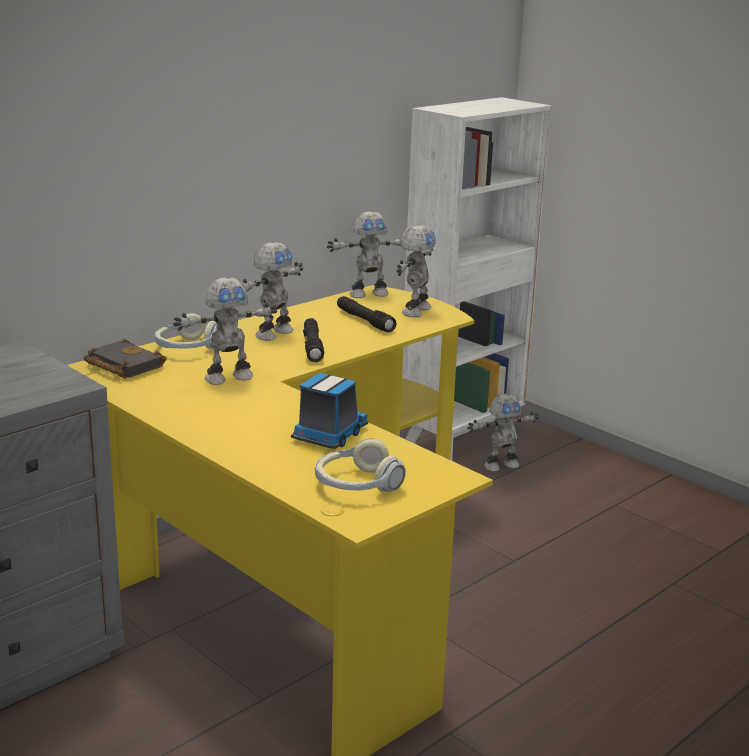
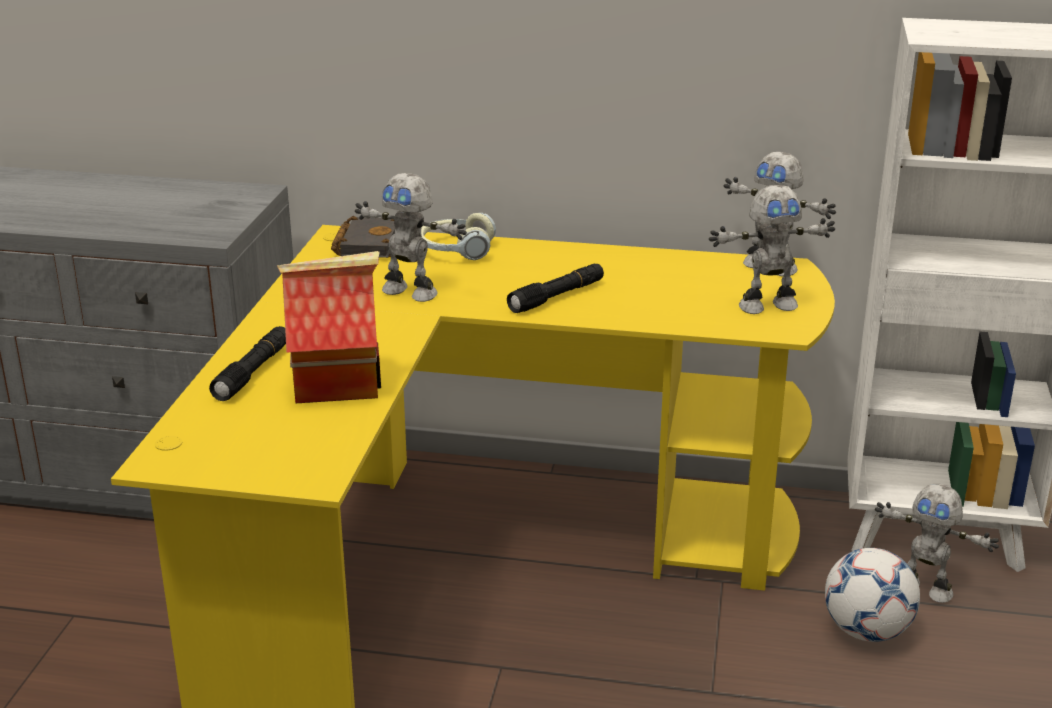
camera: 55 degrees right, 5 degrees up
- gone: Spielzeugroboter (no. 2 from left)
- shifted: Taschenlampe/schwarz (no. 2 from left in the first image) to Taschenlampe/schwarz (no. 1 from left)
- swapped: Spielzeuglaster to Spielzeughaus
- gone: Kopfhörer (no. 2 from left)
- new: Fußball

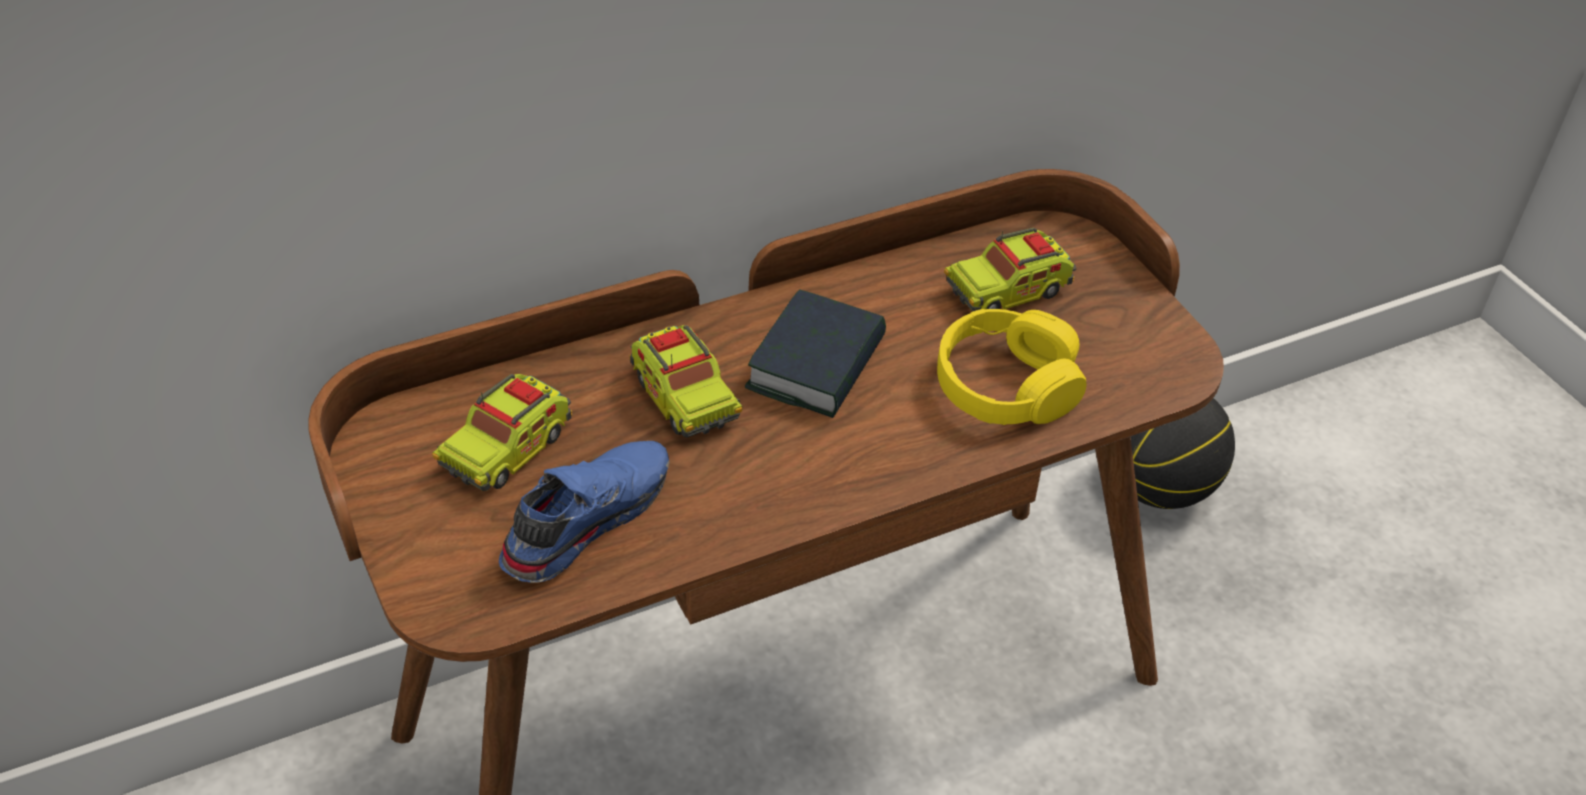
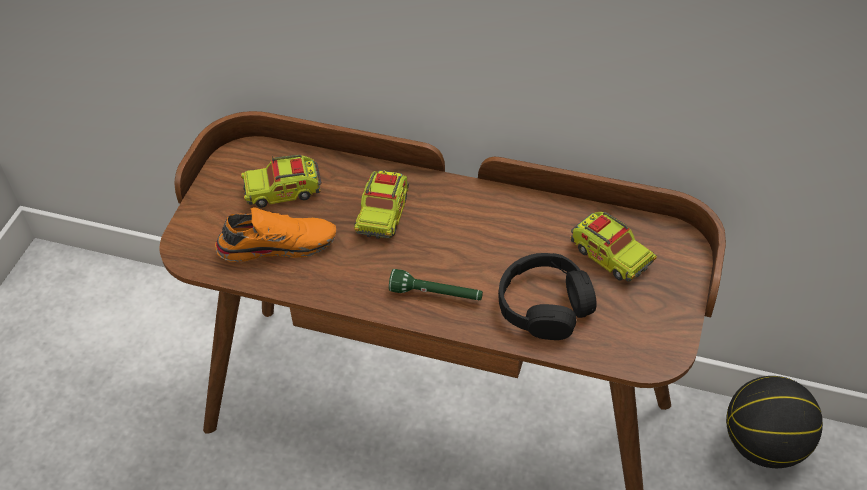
camera: 45 degrees right, 5 degrees up
- rotated: Spielzeuglaster (no. 3 from left) 150 degrees counterclockwise
- gone: Buch
- repainted: Kopfhörer/gelb to Kopfhörer/schwarz
- repainted: Schuh/blau to Schuh/orange
- new: Taschenlampe/grün

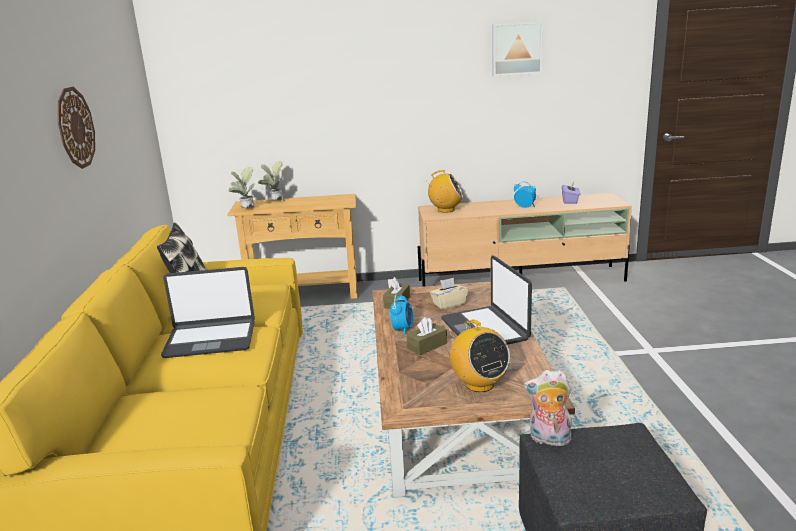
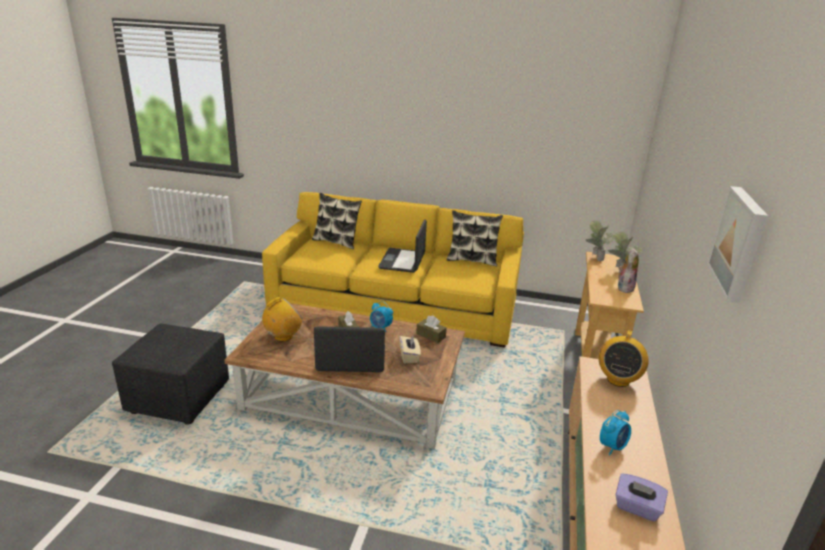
camera: 105 degrees right, 5 degrees up
- gone: Wanduhr
- rotated: Radio (no. 2 from left in the first image) 150 degrees clockwise
- shifted: Plüschtier
- new: Kissen (no. 1 from left)

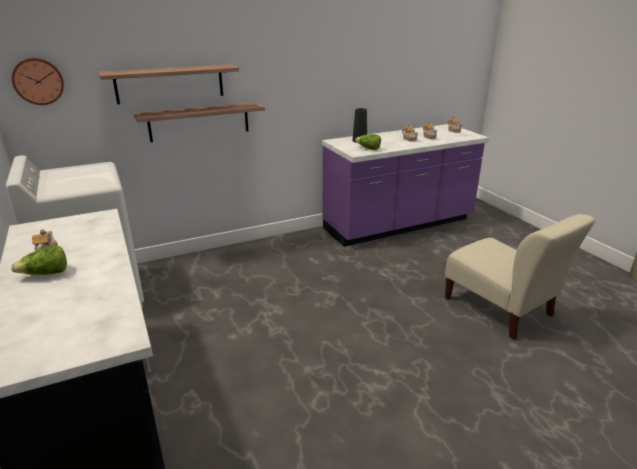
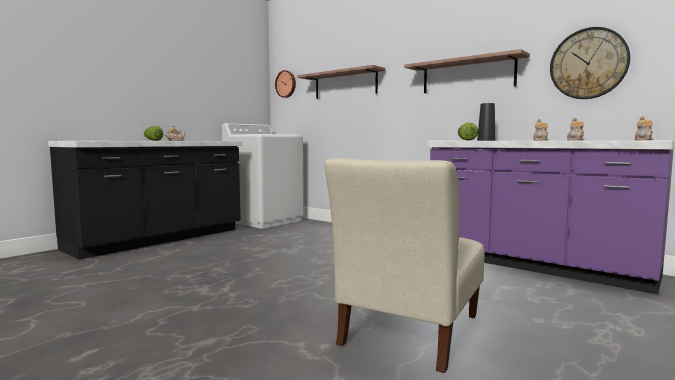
camera: 65 degrees right, 20 degrees down
- shifted: Wandregal (no. 2 from left)
- new: Wanduhr (no. 2 from left)

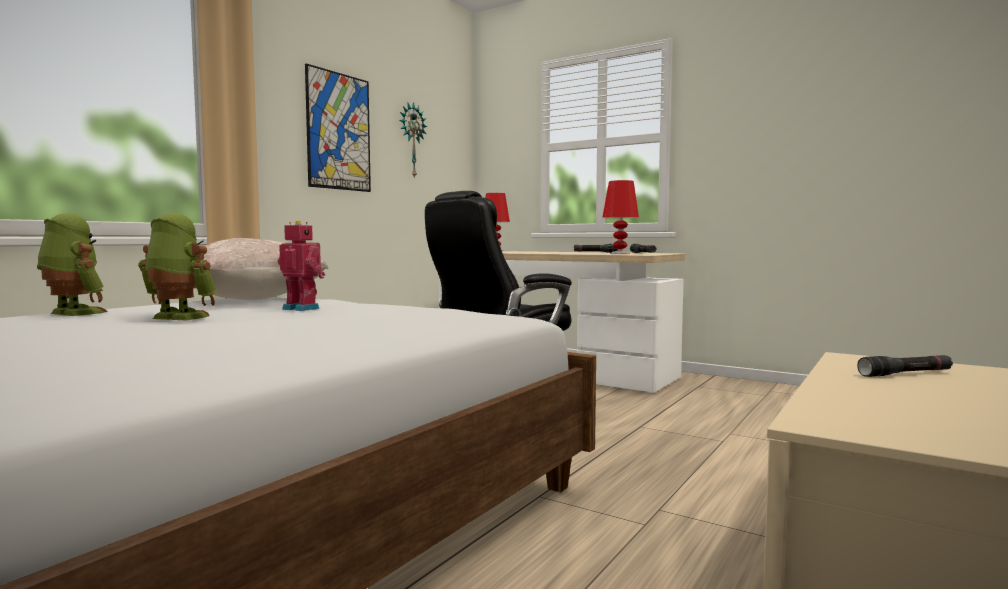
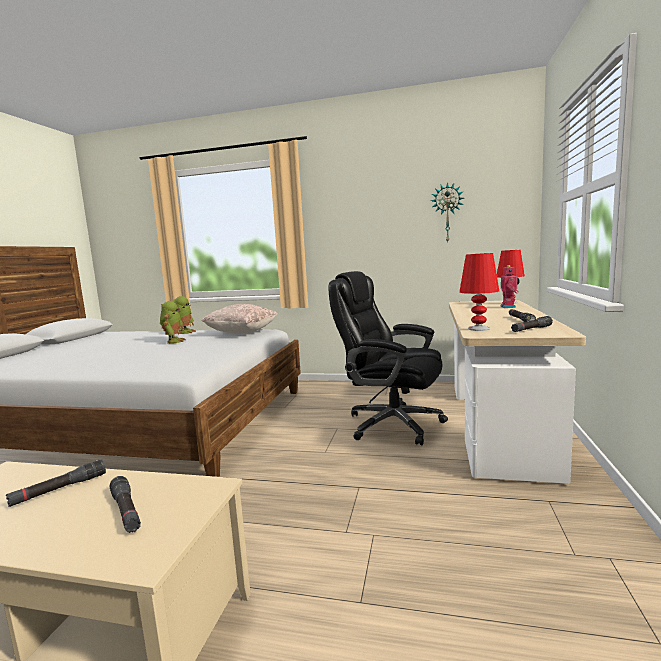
camera: 70 degrees right, 5 degrees up
- gone: Bild
- shifted: Spielzeugroboter (no. 3 from left)
- new: Taschenlampe/schwarz (no. 1 from left)

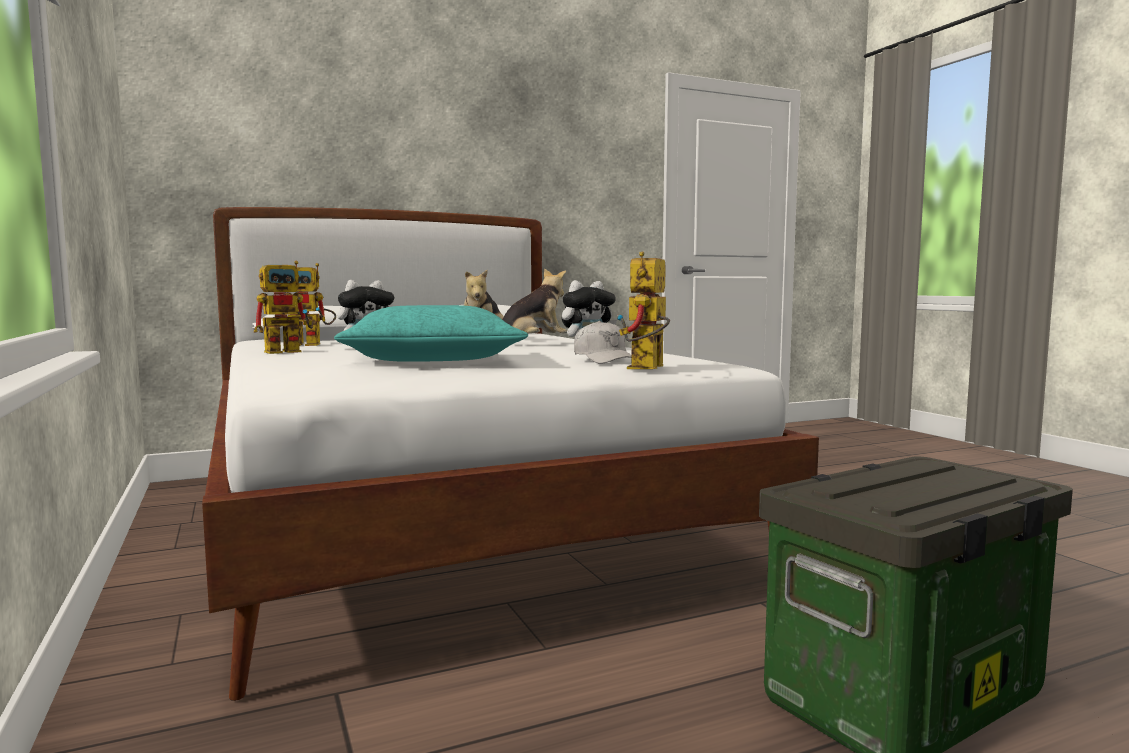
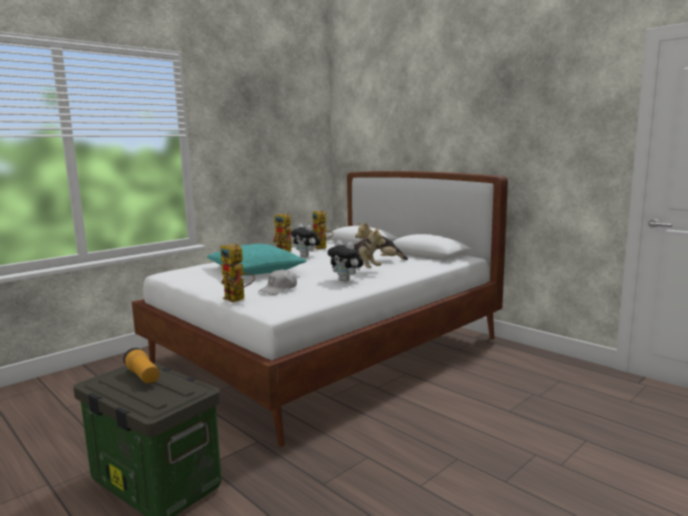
camera: 70 degrees right, 5 degrees up
- rotated: Spielzeugroboter (no. 3 from left in the first image) 135 degrees counterclockwise
- new: Taschenlampe

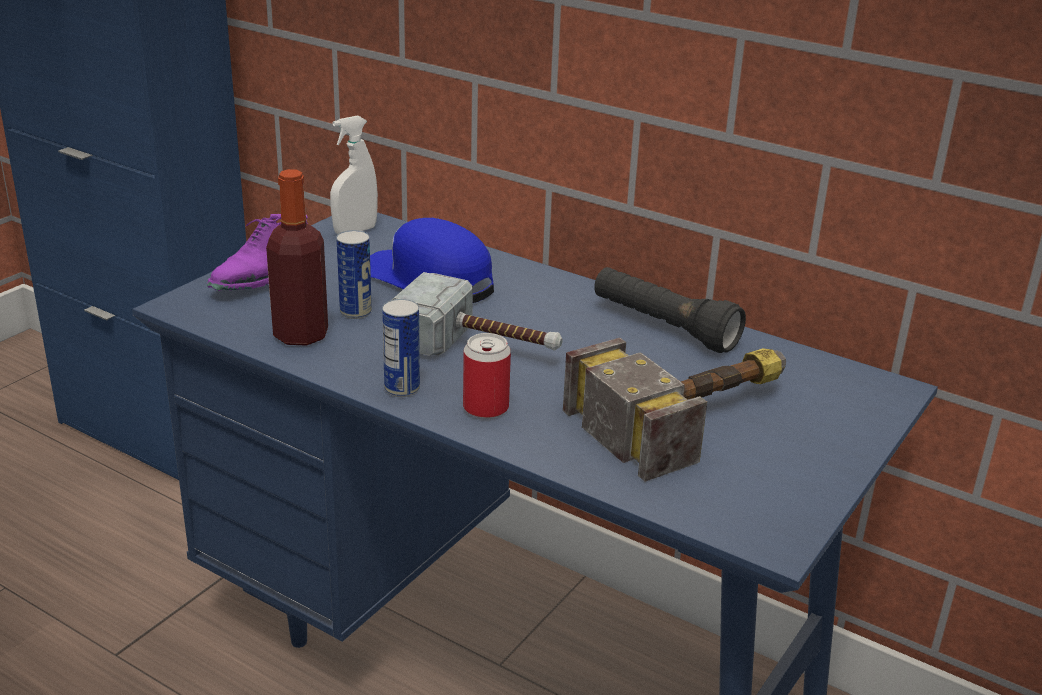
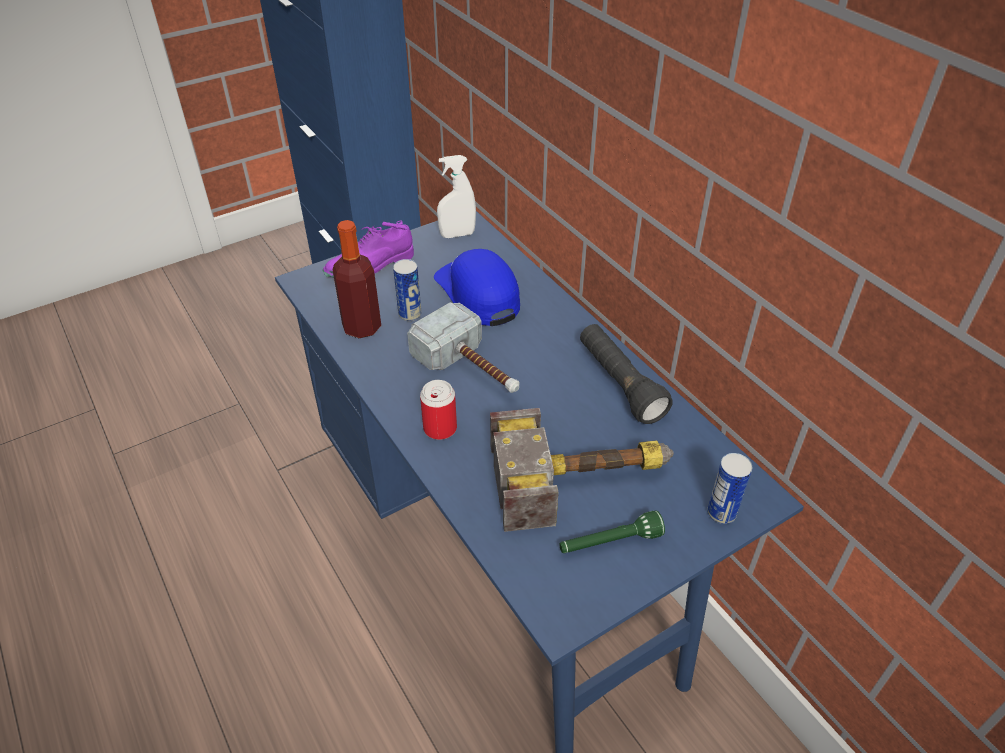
camera: 25 degrees right, 15 degrees up
- shifted: Dose (no. 2 from left in the first image) to Dose (no. 3 from left)
- new: Taschenlampe/grün

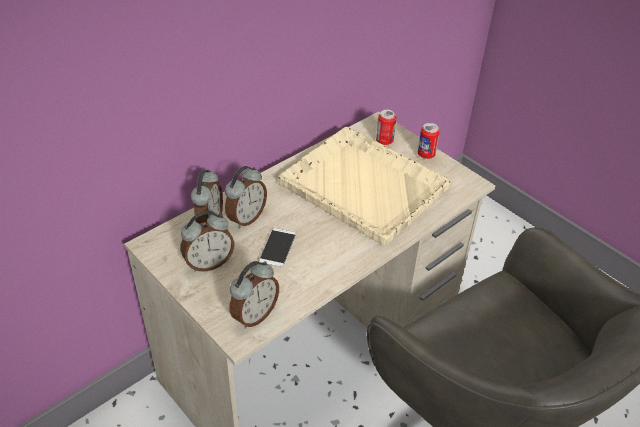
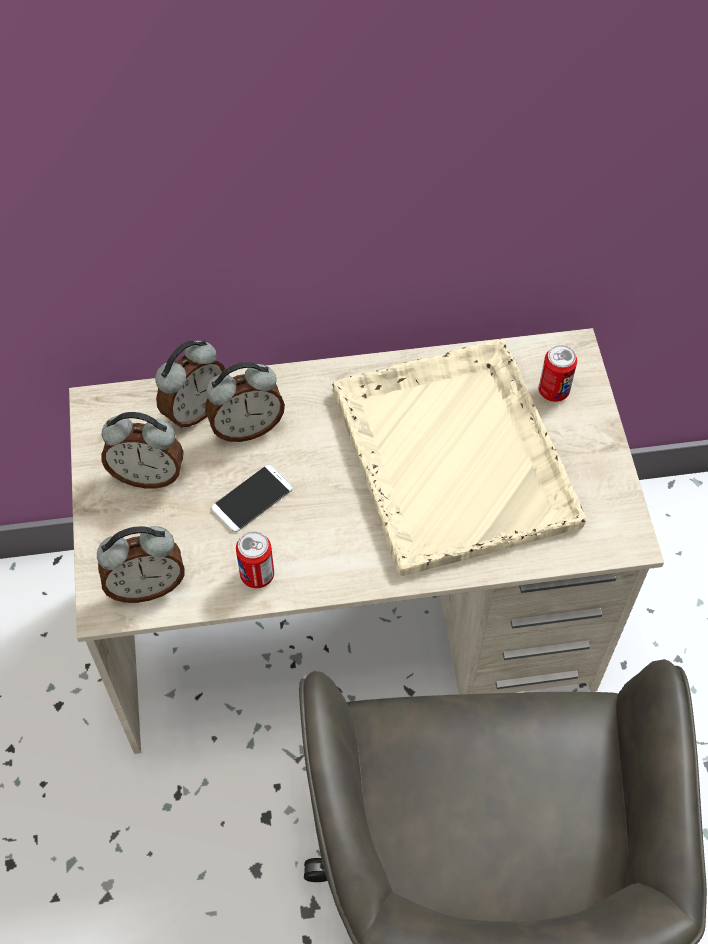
camera: 35 degrees right, 15 degrees up
- shifted: Dose (no. 2 from left in the first image) to Dose (no. 1 from left)

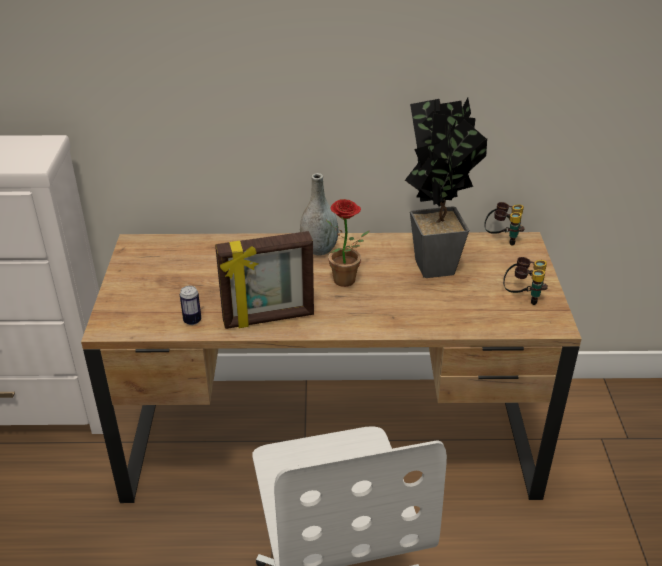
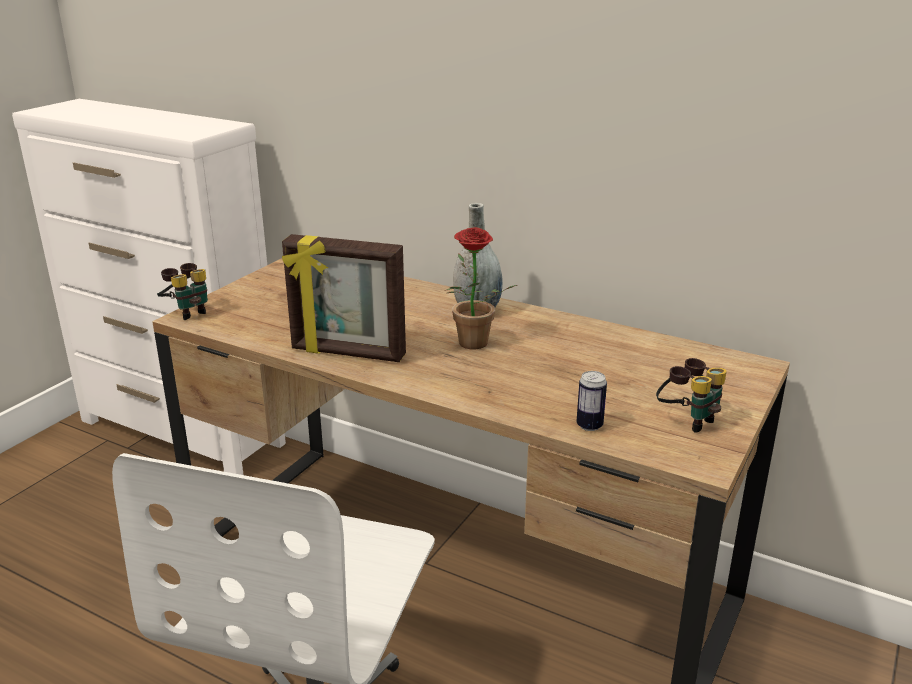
camera: 30 degrees right, 10 degrees down
- gone: Topfpflanze (no. 2 from left)
- shifted: Fernglas (no. 1 from left)
- shifted: Dose

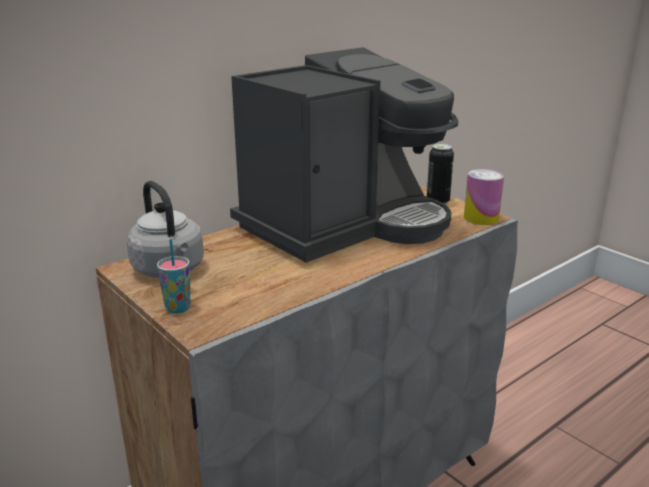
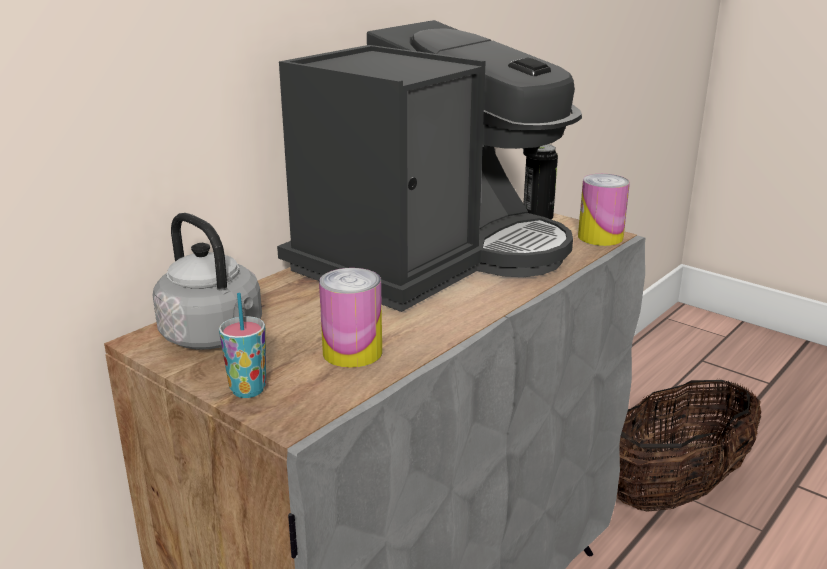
camera: 10 degrees left, 0 degrees up
- new: Dose (no. 1 from left)
- new: Korb

